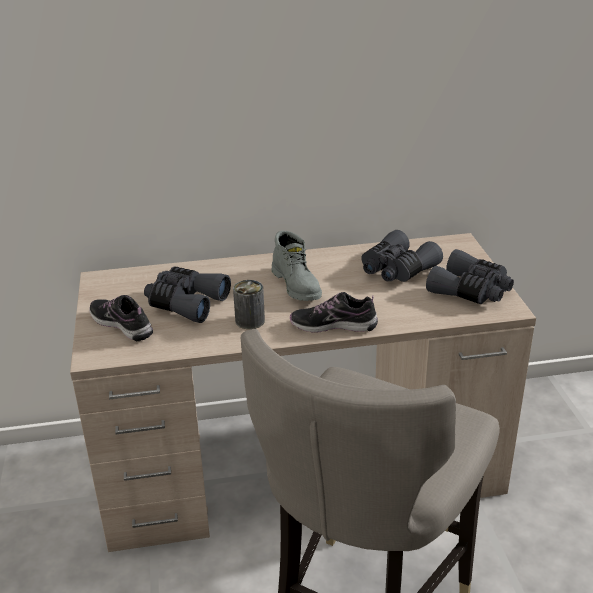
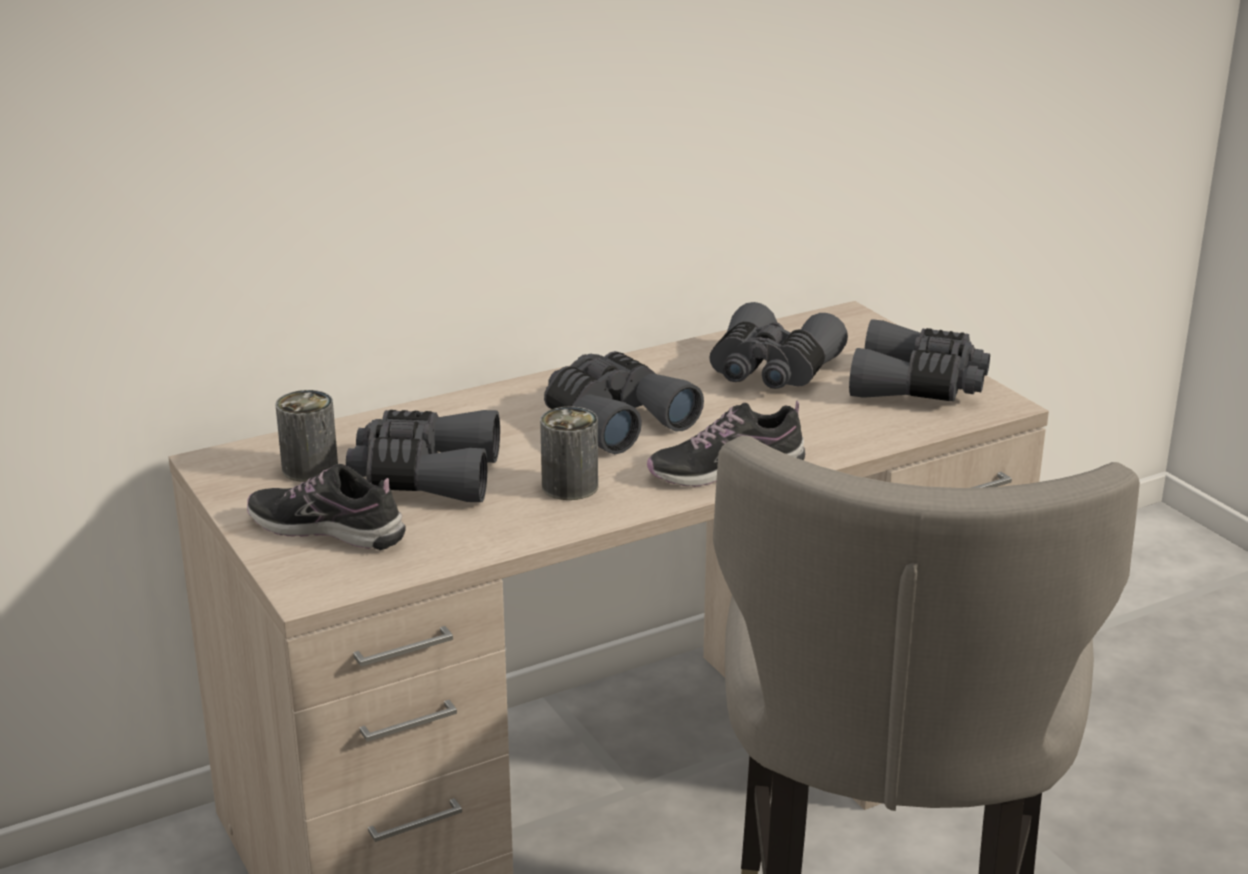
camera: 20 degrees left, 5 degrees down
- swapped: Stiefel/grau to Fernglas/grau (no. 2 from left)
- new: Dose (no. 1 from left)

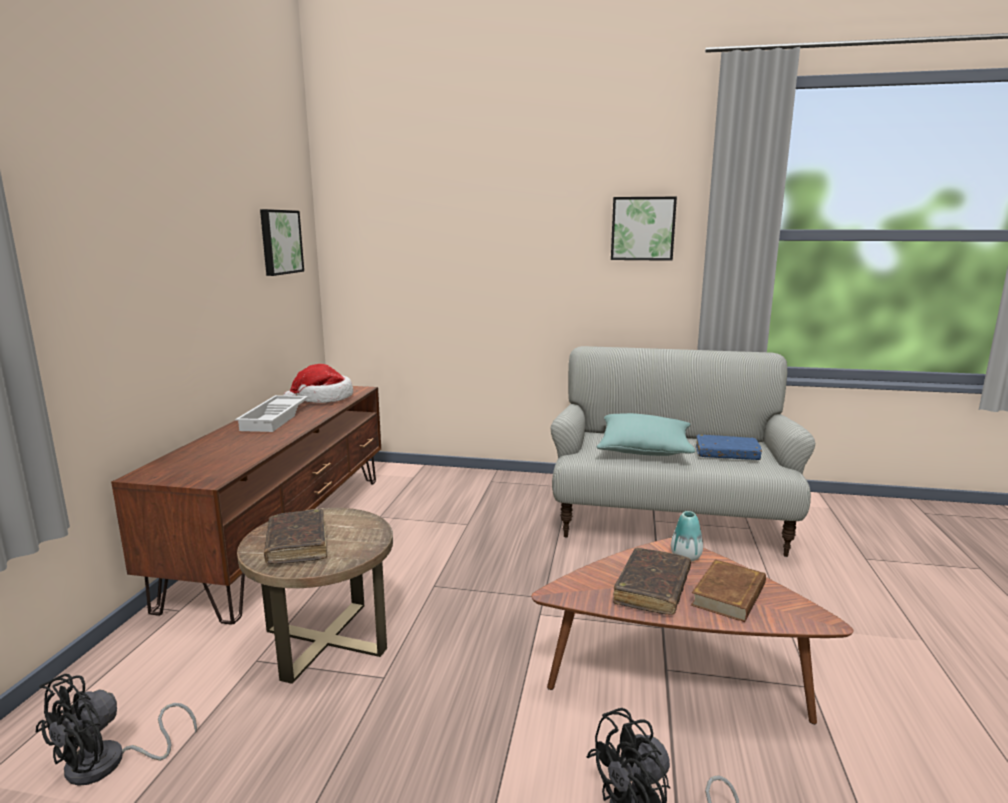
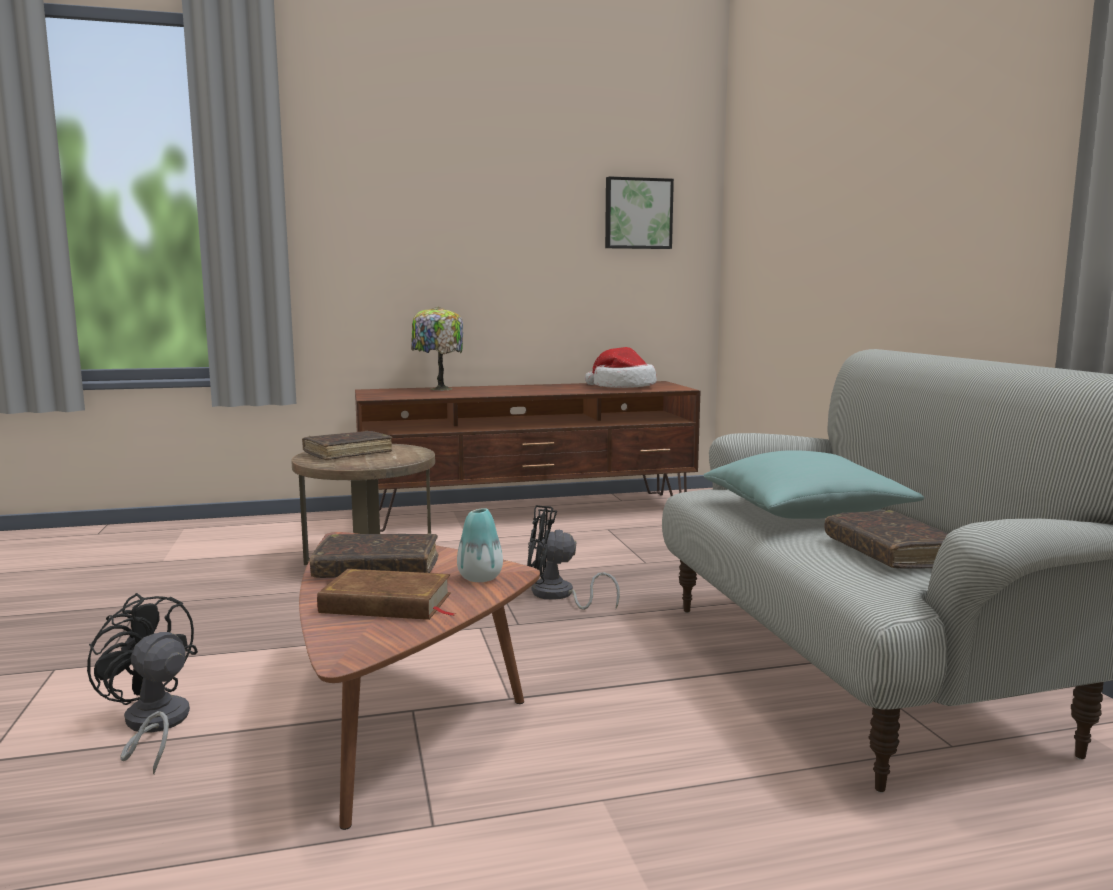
camera: 65 degrees right, 5 degrees down
- gone: Bild (no. 2 from left)
- gone: Tablett/weiß
- repainted: Buch/blau to Buch/braun (no. 4 from left)
- shifted: Ventilator/schwarz (no. 1 from left in the first image) to Ventilator/schwarz (no. 2 from left)
- new: Tischlampe

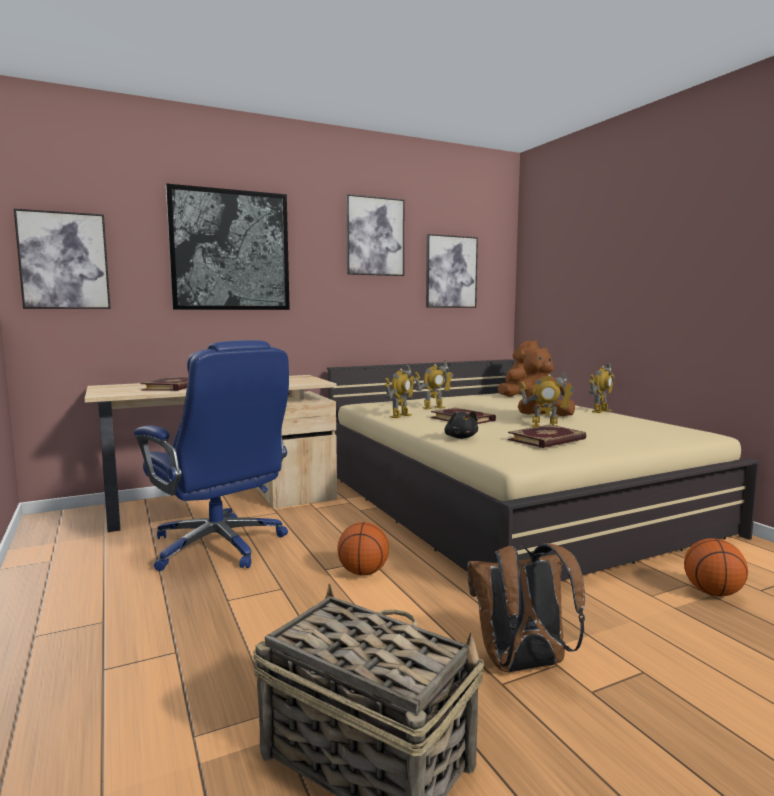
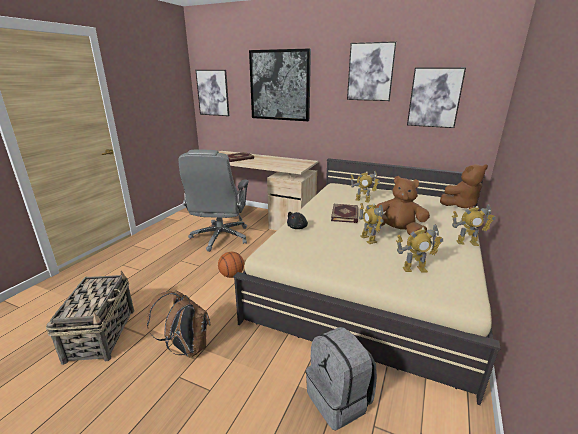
camera: 50 degrees right, 15 degrees up
- repainted: Bürostuhl/blau to Bürostuhl/grau
- shifted: Spielzeugroboter (no. 1 from left in the first image) to Spielzeugroboter (no. 3 from left)
- gone: Buch (no. 3 from left)
- swapped: Basketball (no. 2 from left) to Rucksack/grau

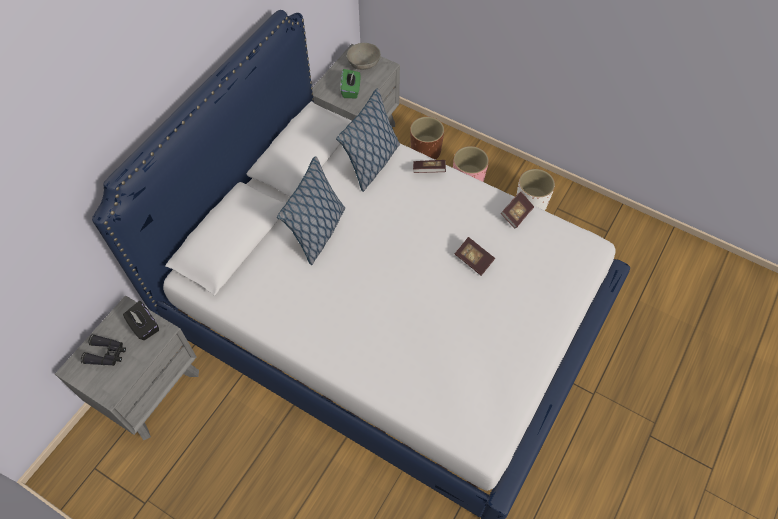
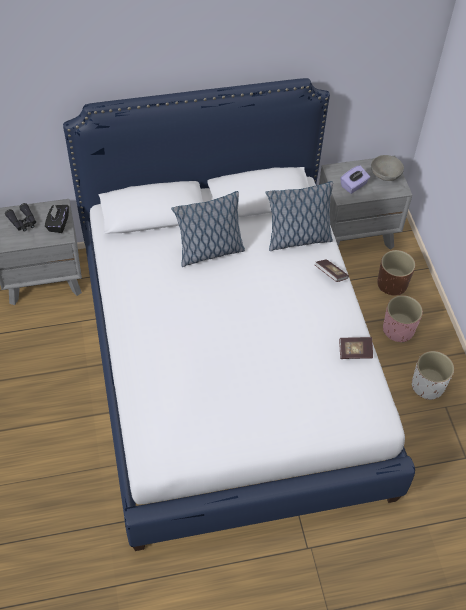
camera: 45 degrees right, 5 degrees down
- repainted: Taschentuchbox/grün to Taschentuchbox/lila
- gone: Buch (no. 2 from left)

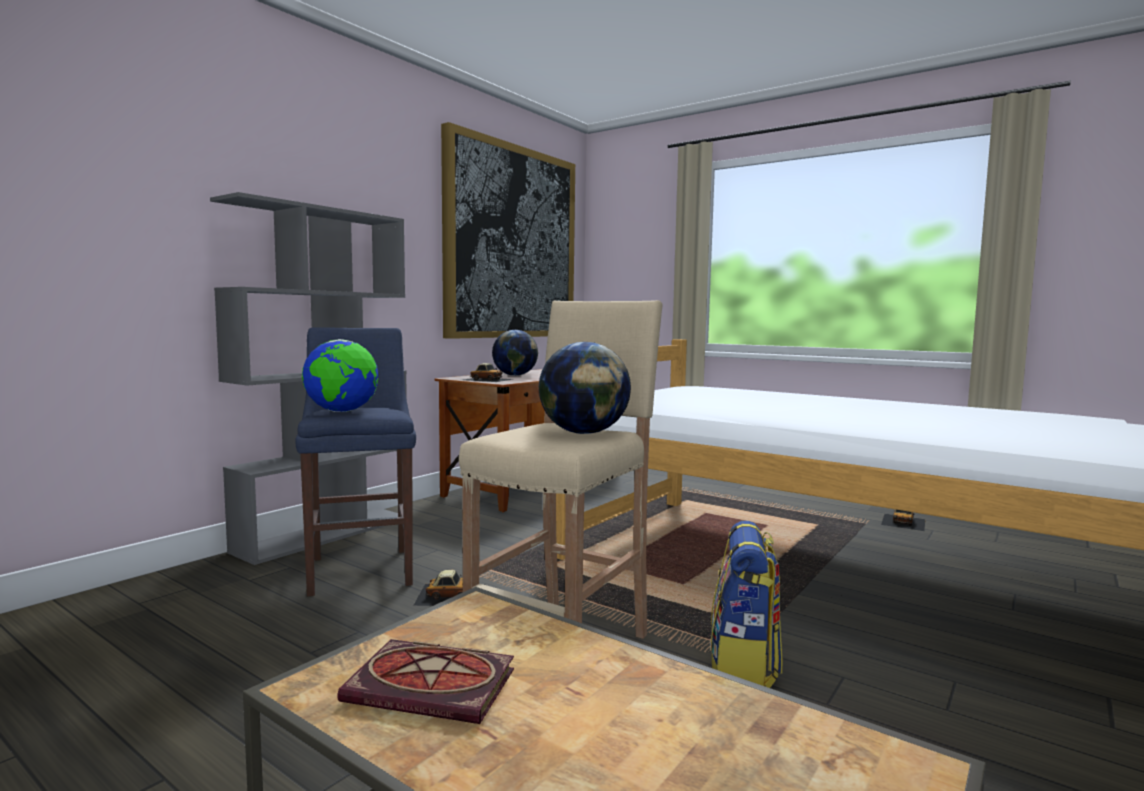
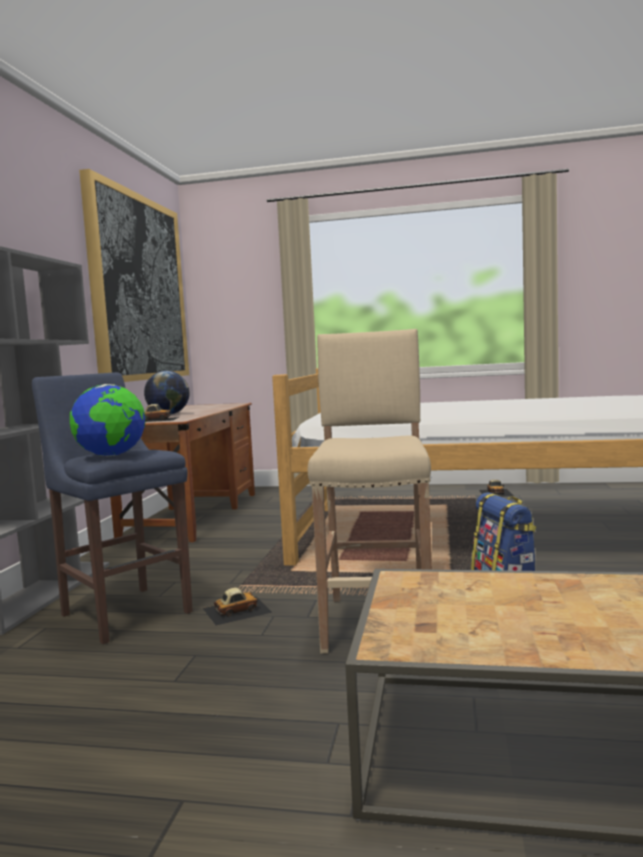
camera: 25 degrees left, 0 degrees up
- gone: Globus (no. 3 from left)
- gone: Buch

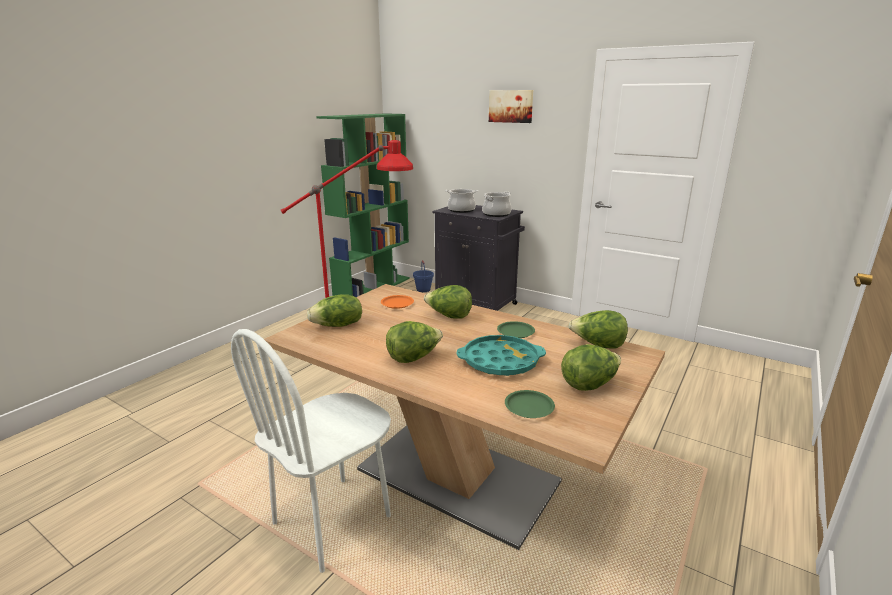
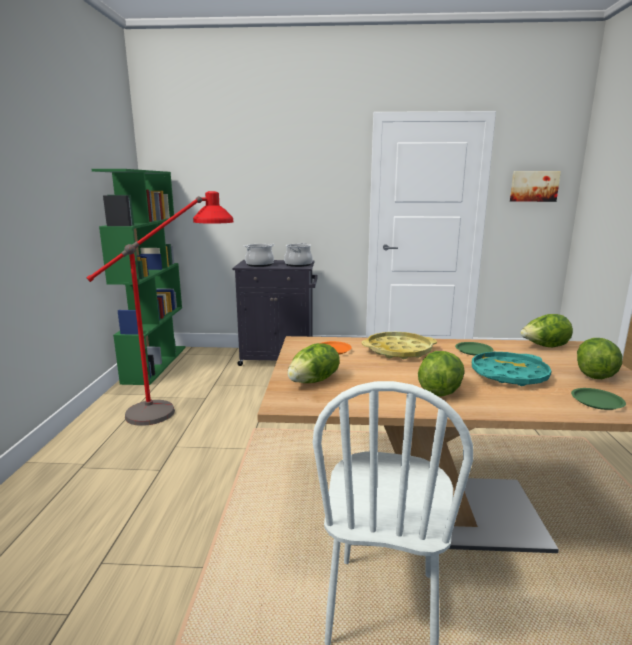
camera: 30 degrees left, 5 degrees down
- shifted: Bild
- gone: Eimer/blau
- swapped: Salatkopf (no. 3 from left) to Tablett/gelb

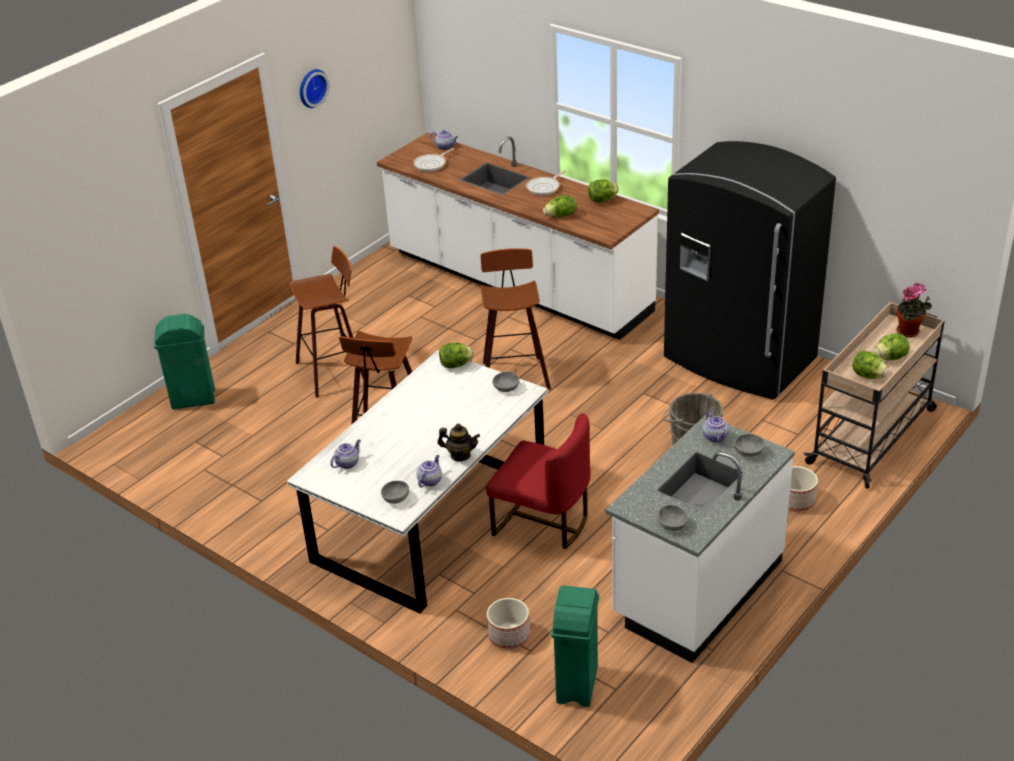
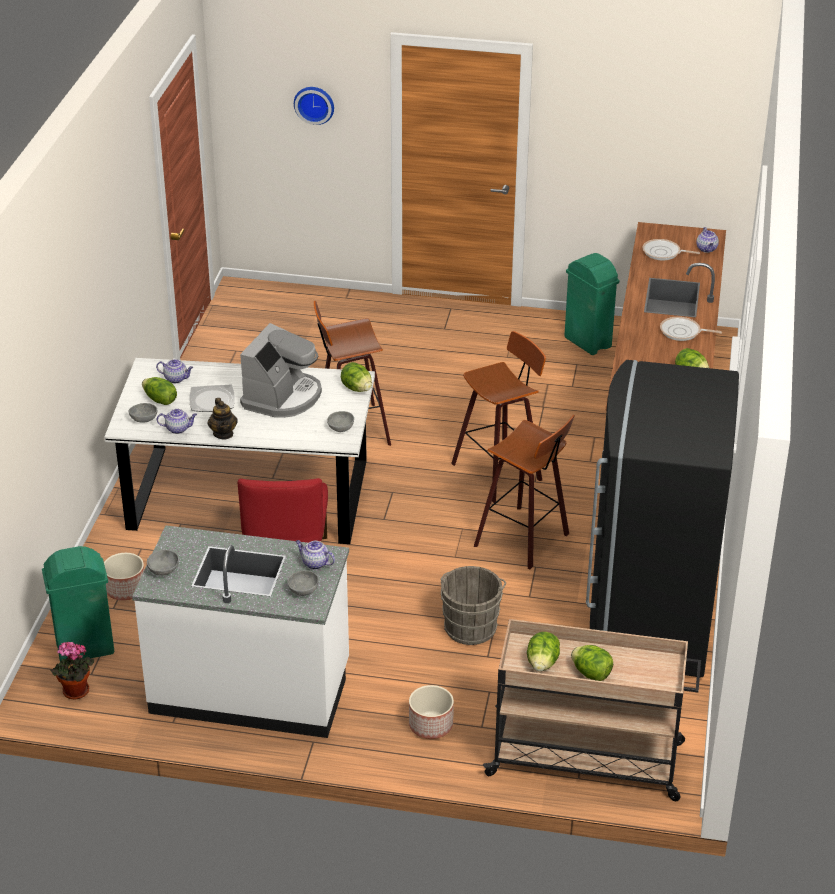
camera: 60 degrees right, 0 degrees up
- shifted: Wanduhr
- shifted: Salatkopf (no. 2 from left in the first image) to Salatkopf (no. 1 from left)
- shifted: Hocker (no. 1 from left in the first image) to Hocker (no. 3 from left)
- shifted: Topfpflanze
- shifted: Mülleimer/grün (no. 1 from left in the first image) to Mülleimer/grün (no. 2 from left)
- rotated: Teekanne (no. 5 from left in the first image) 75 degrees clockwise
- new: Kaffeemaschine
- new: Teller

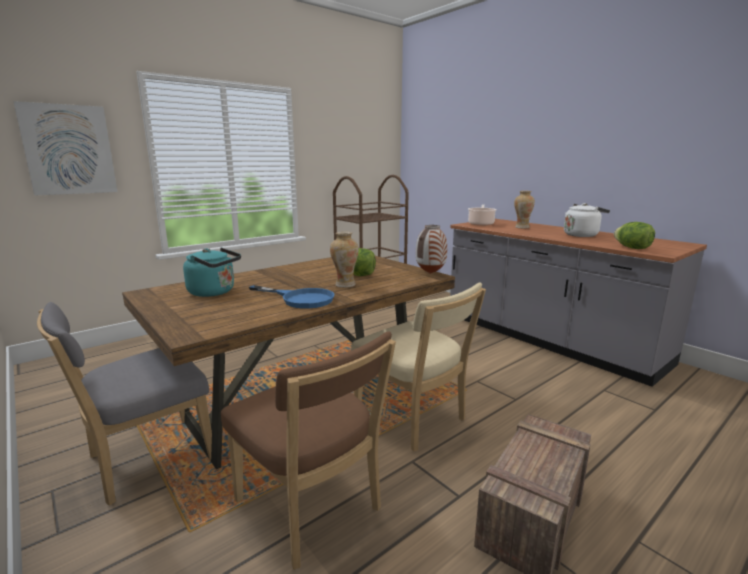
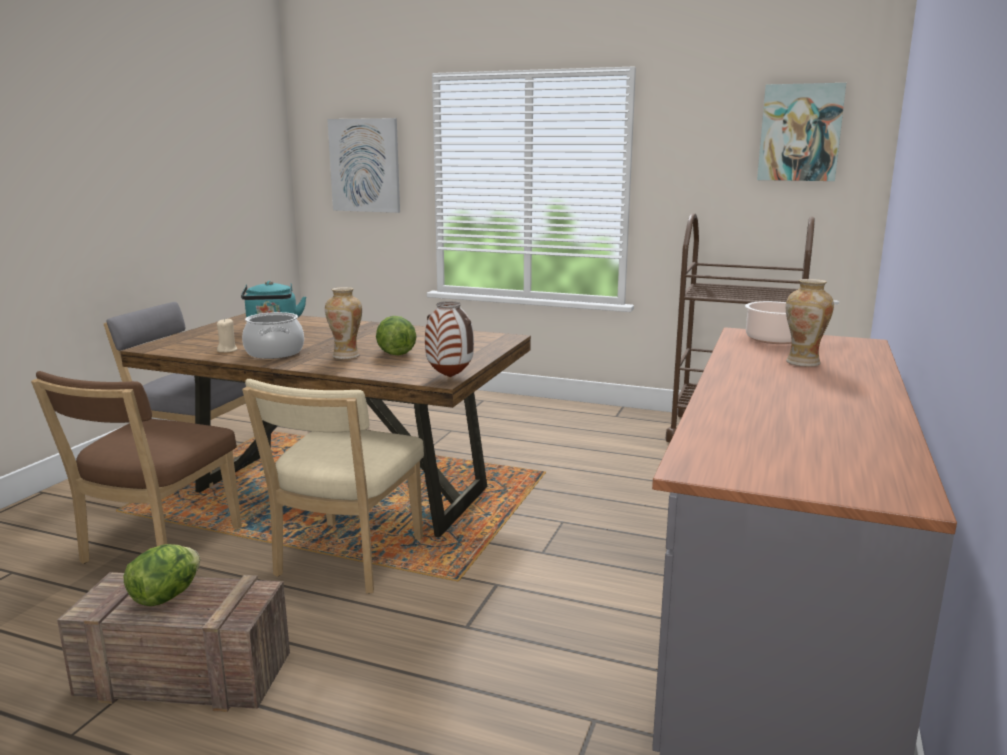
camera: 60 degrees right, 0 degrees up
- gone: Wasserkessel/weiß
- shifted: Salatkopf (no. 2 from left in the first image) to Salatkopf (no. 1 from left)
- swapped: Pfanne/blau to Kochtopf (no. 1 from left)
- new: Bild (no. 2 from left)
- new: Kerze/beige

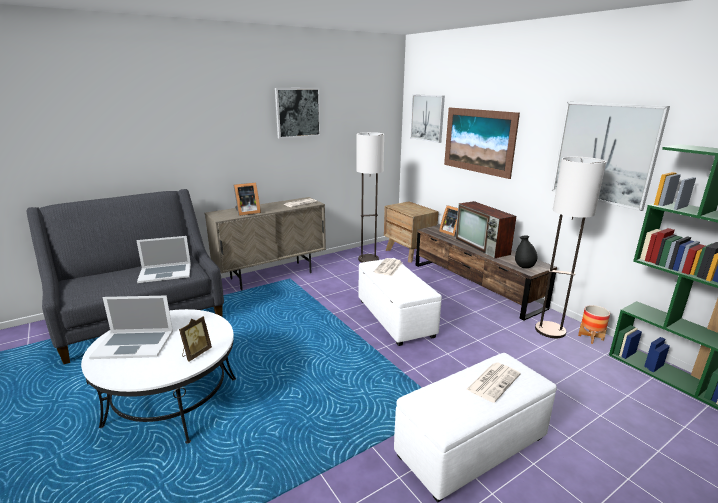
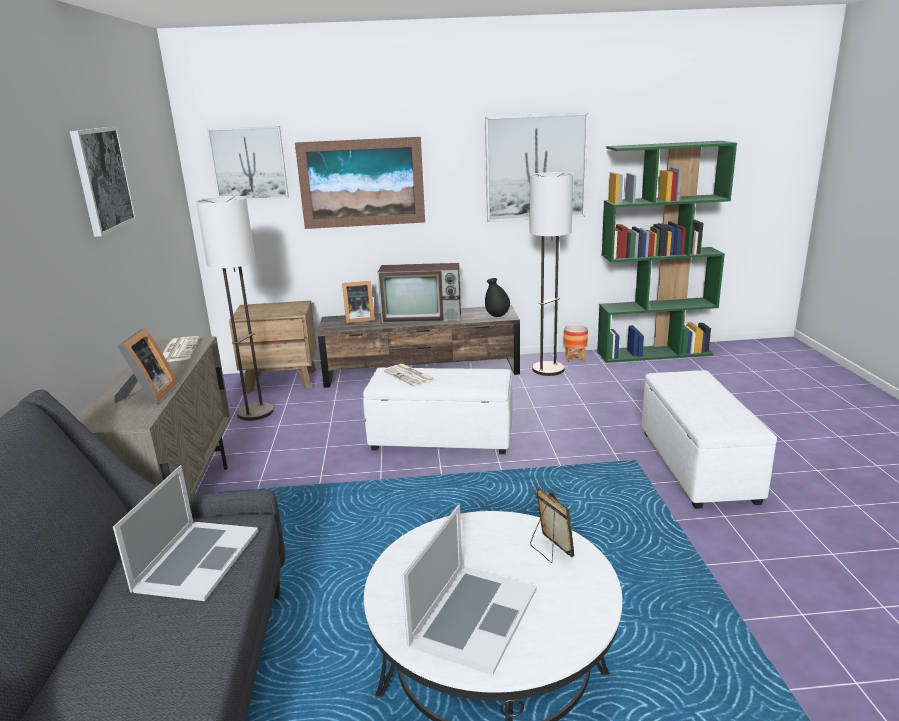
camera: 60 degrees left, 0 degrees up
- gone: Zeitung (no. 3 from left)

